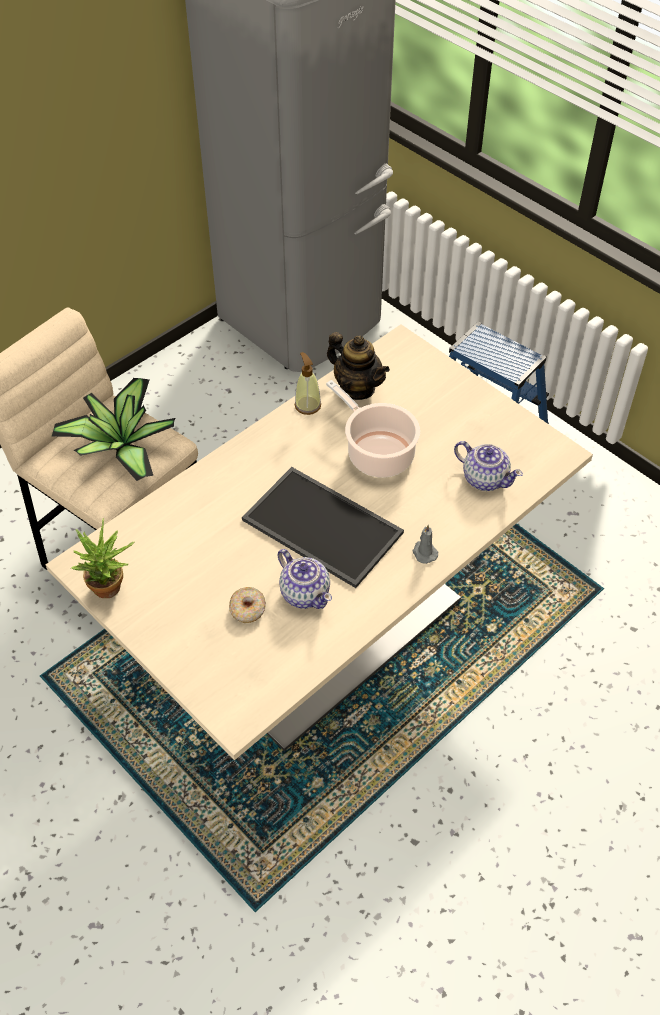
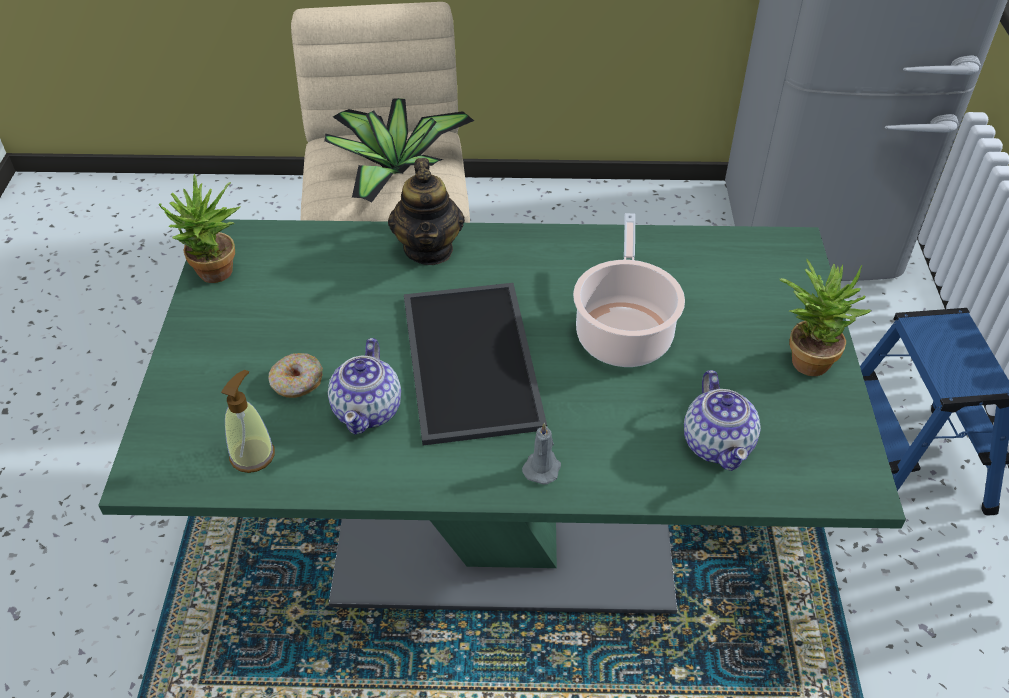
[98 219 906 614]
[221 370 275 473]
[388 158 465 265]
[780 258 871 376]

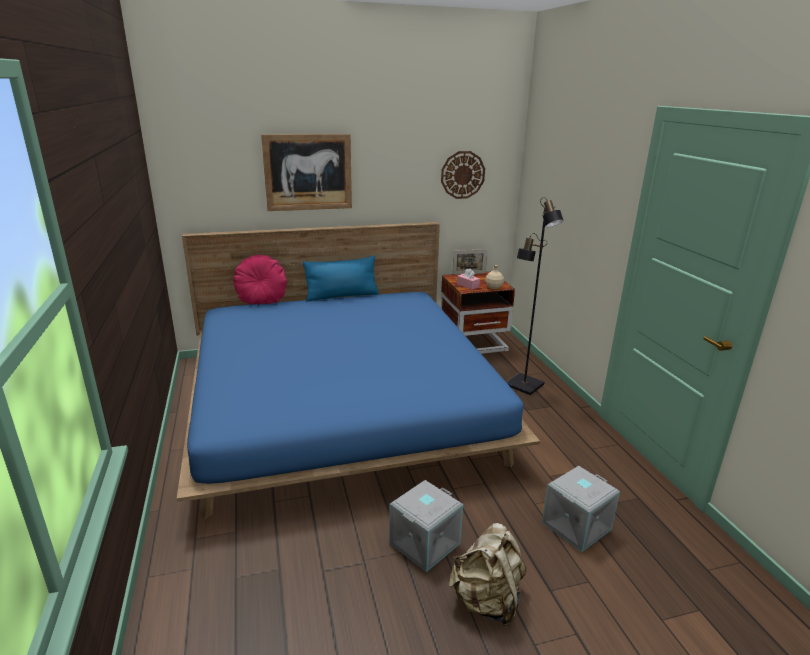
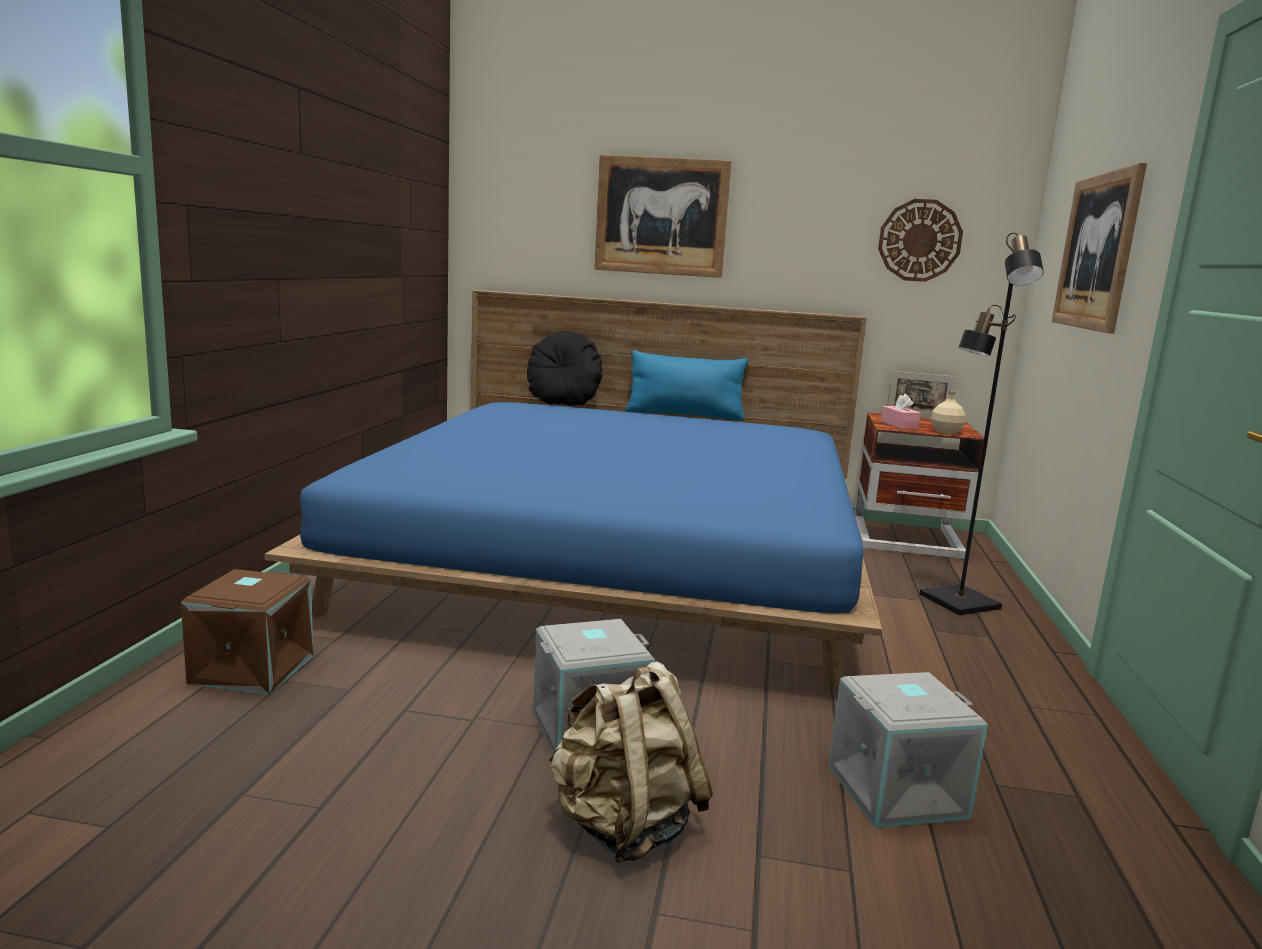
[527 331 602 406]
[181 569 314 695]
[1052 163 1147 334]

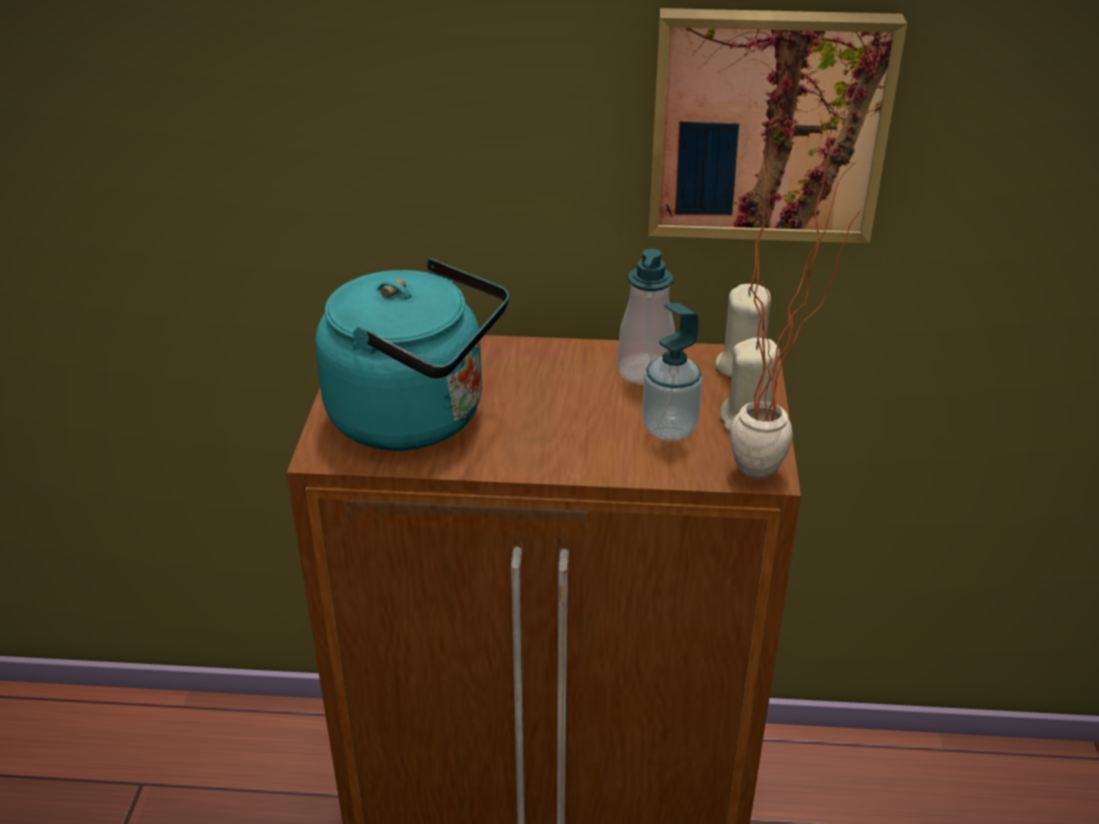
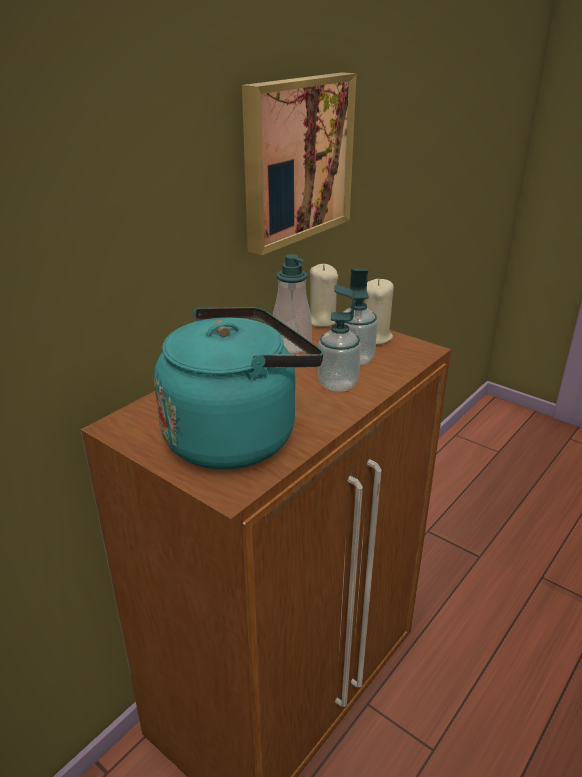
[730 114 860 480] (first image)
[318 285 361 392]

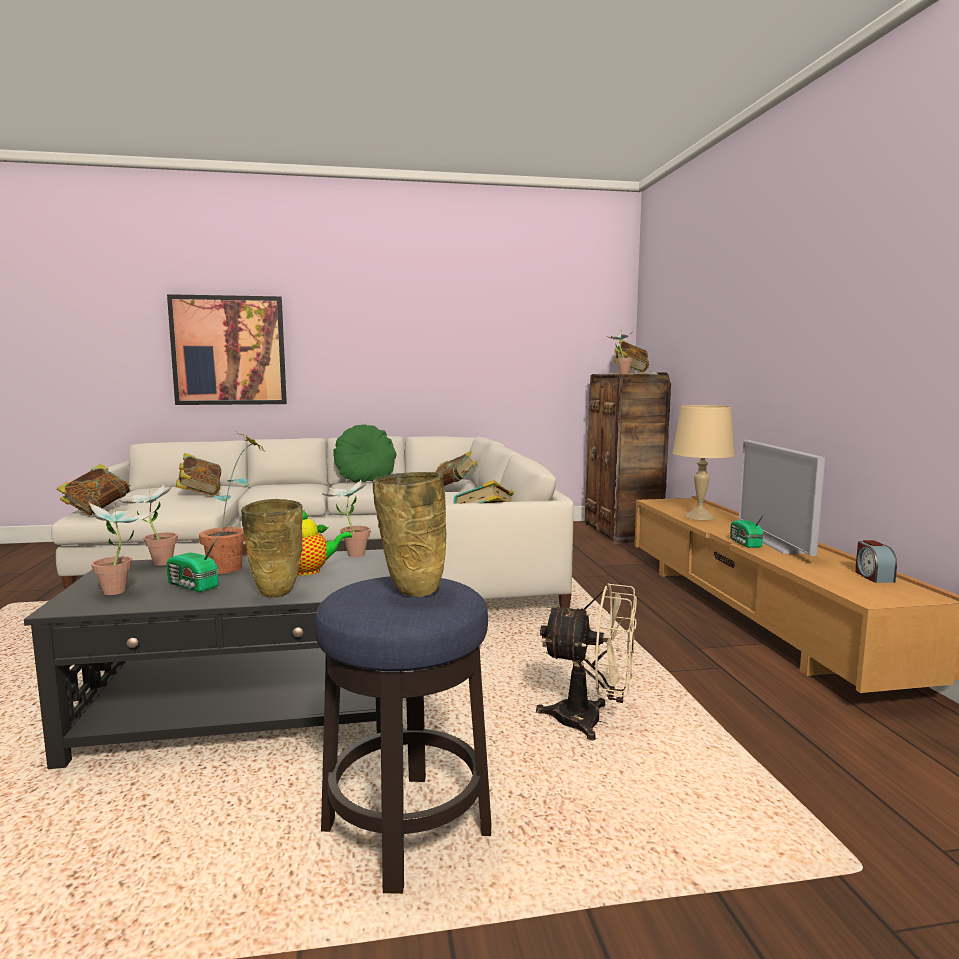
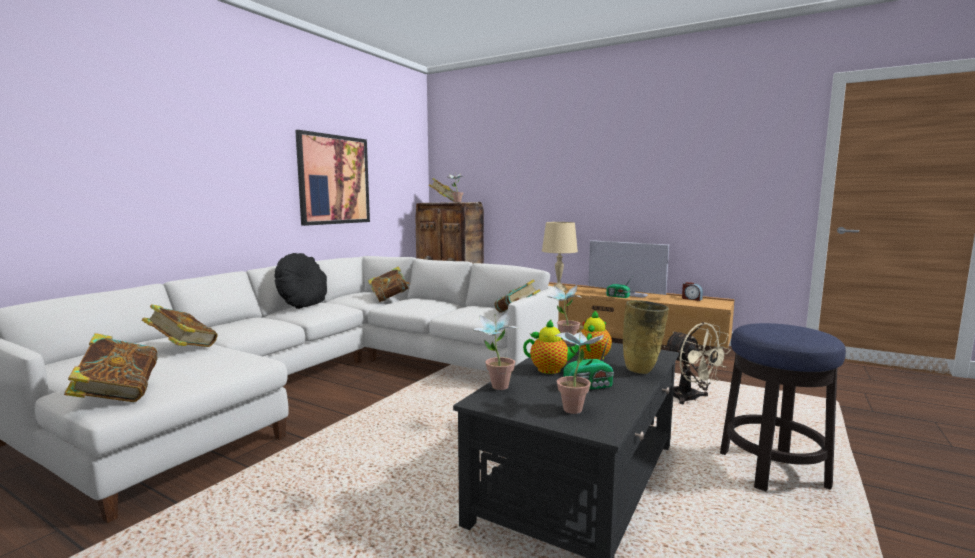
[295 130 370 226]
[523 319 589 374]
[274 253 327 309]
[372 472 446 597] (first image)
[664 322 731 404]

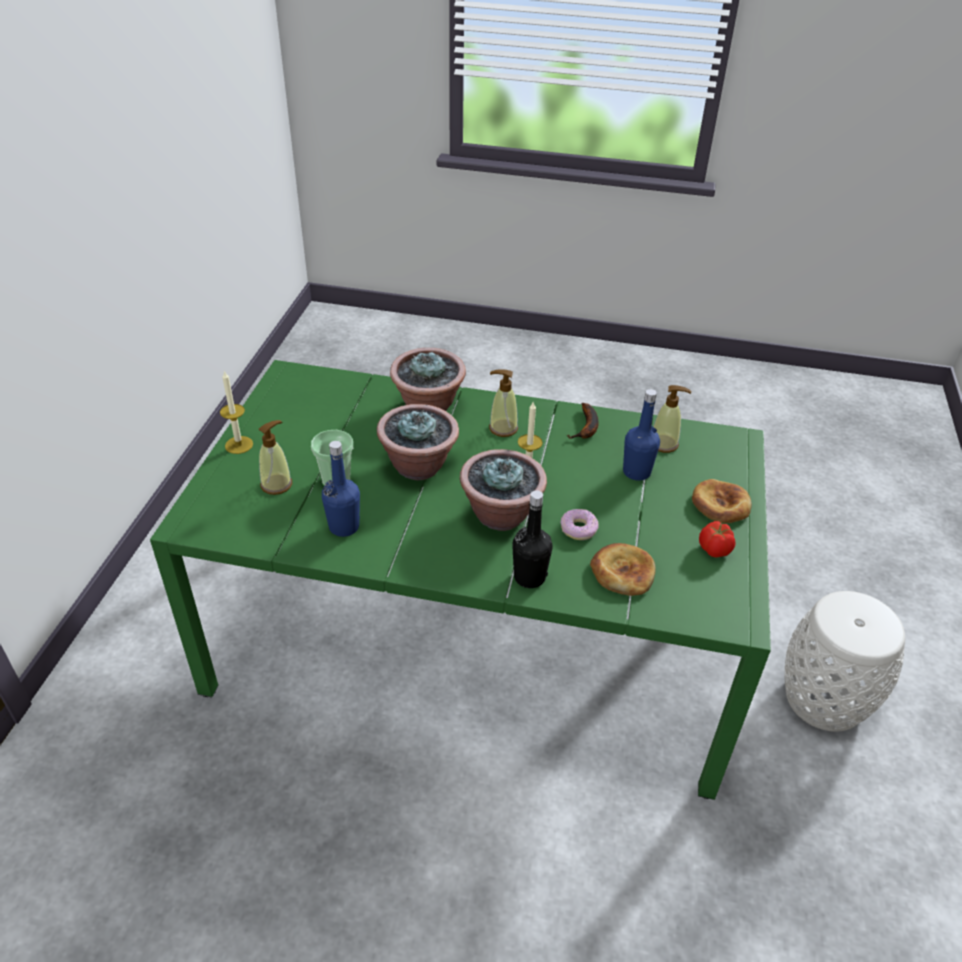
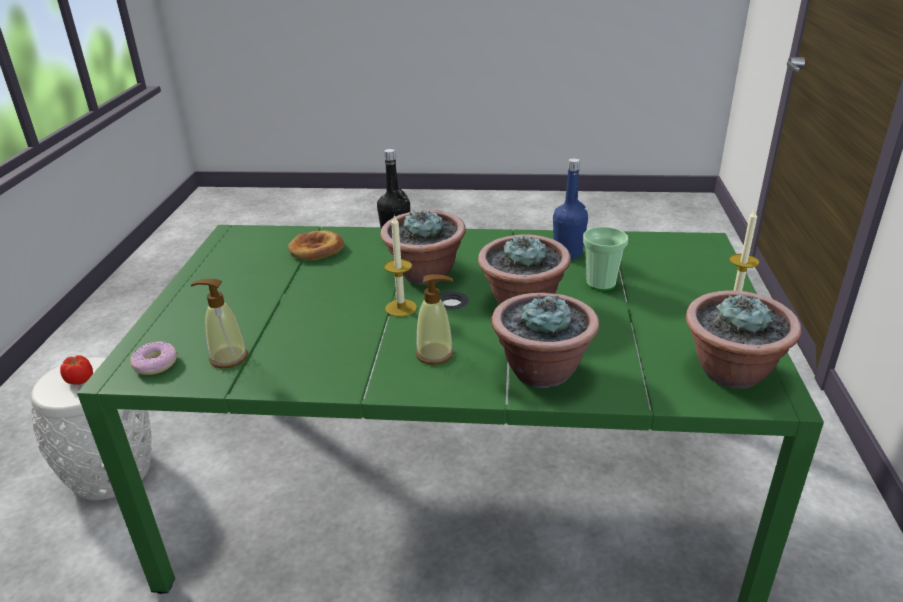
[259 420 292 495] (first image)
[130 341 177 375]
[567 403 599 439] (first image)
[623 389 660 481] (first image)
[692 479 752 523] (first image)
[60 355 93 385]
[686 290 801 389]

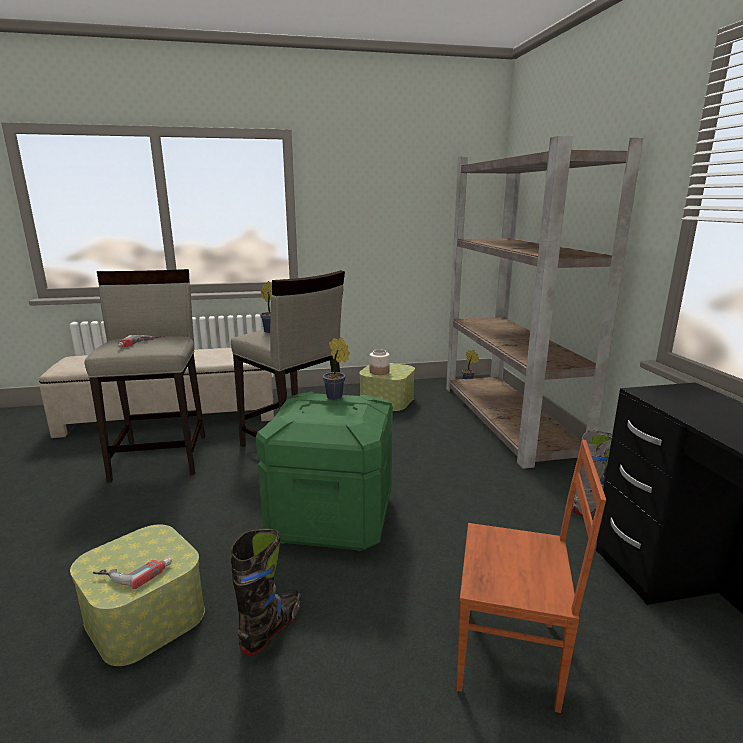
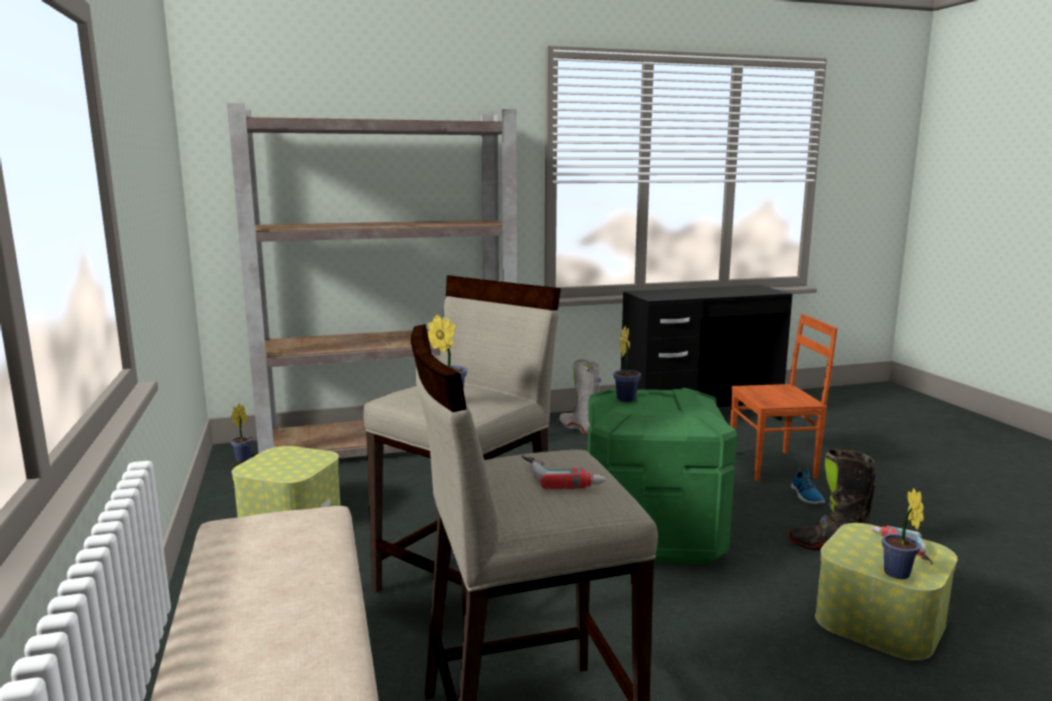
[370 349 390 375] (first image)
[730 314 838 481]
[791 467 825 504]
[882 488 924 579]

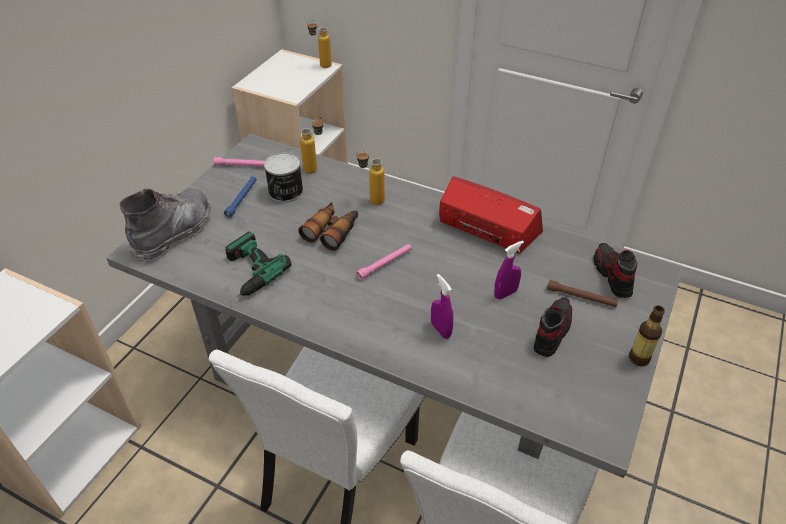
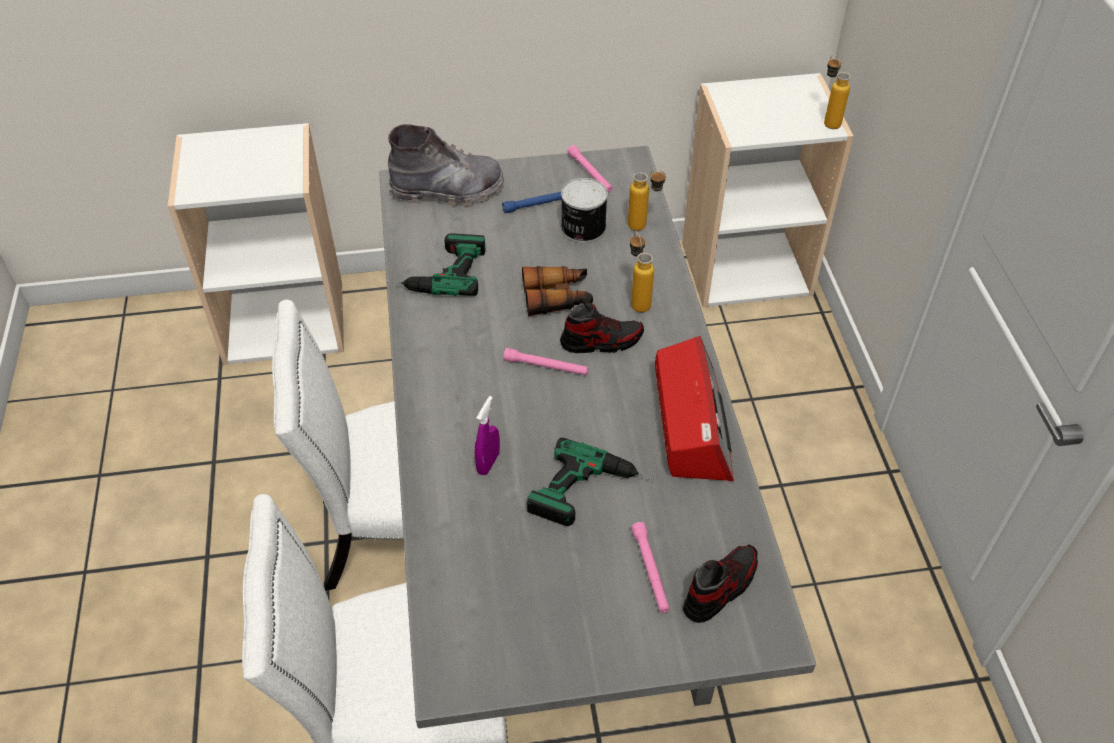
[527 438 656 526]
[560 302 644 353]
[631 522 670 613]
[629 306 665 366] (first image)

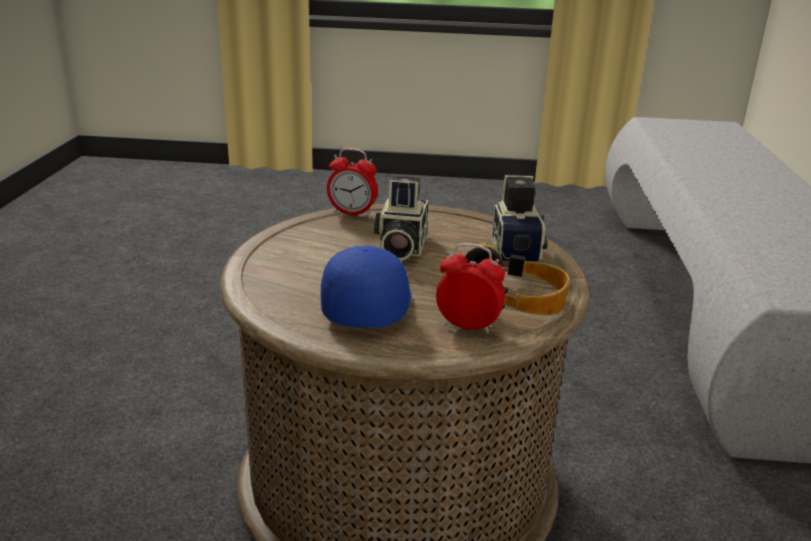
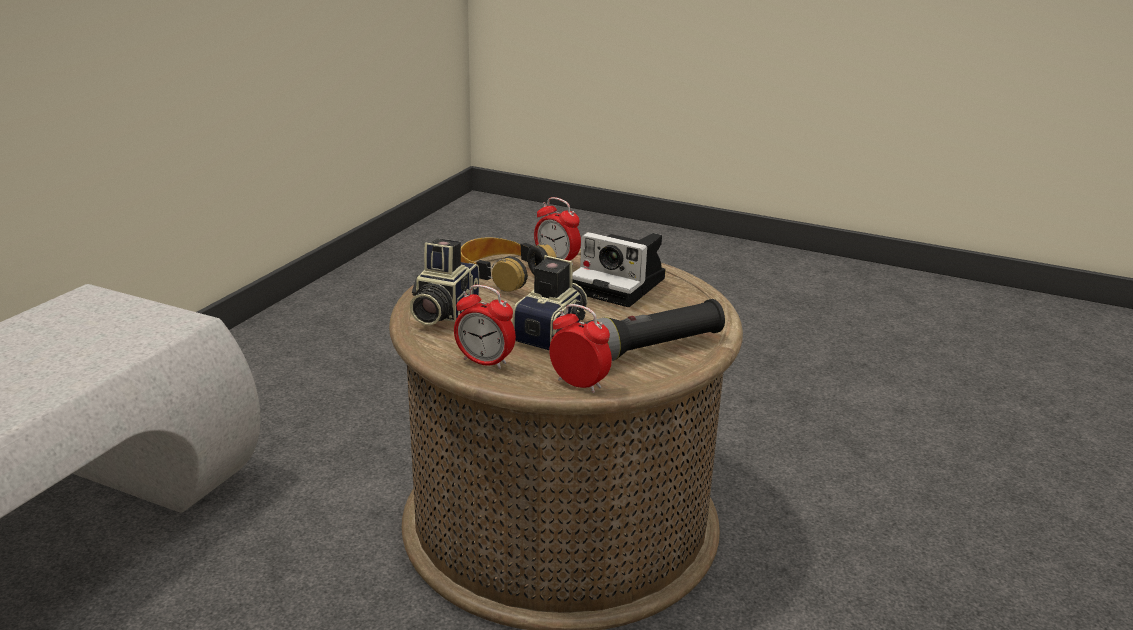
[572 232 665 307]
[454 285 516 369]
[585 299 725 361]

